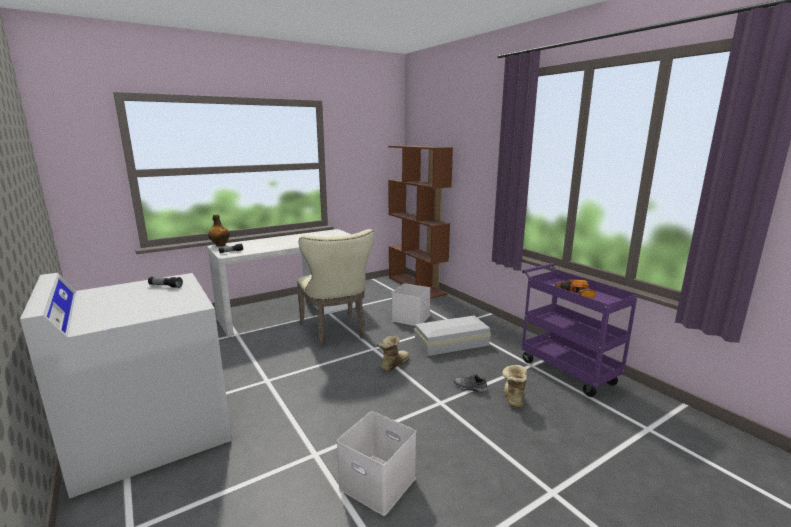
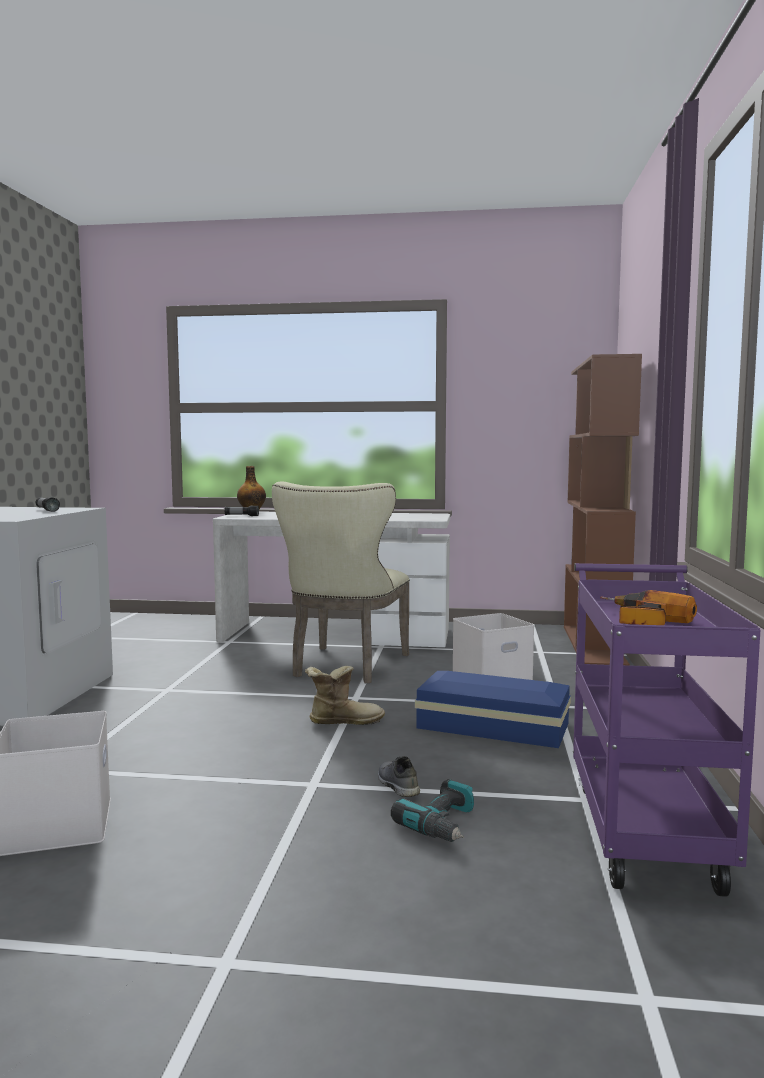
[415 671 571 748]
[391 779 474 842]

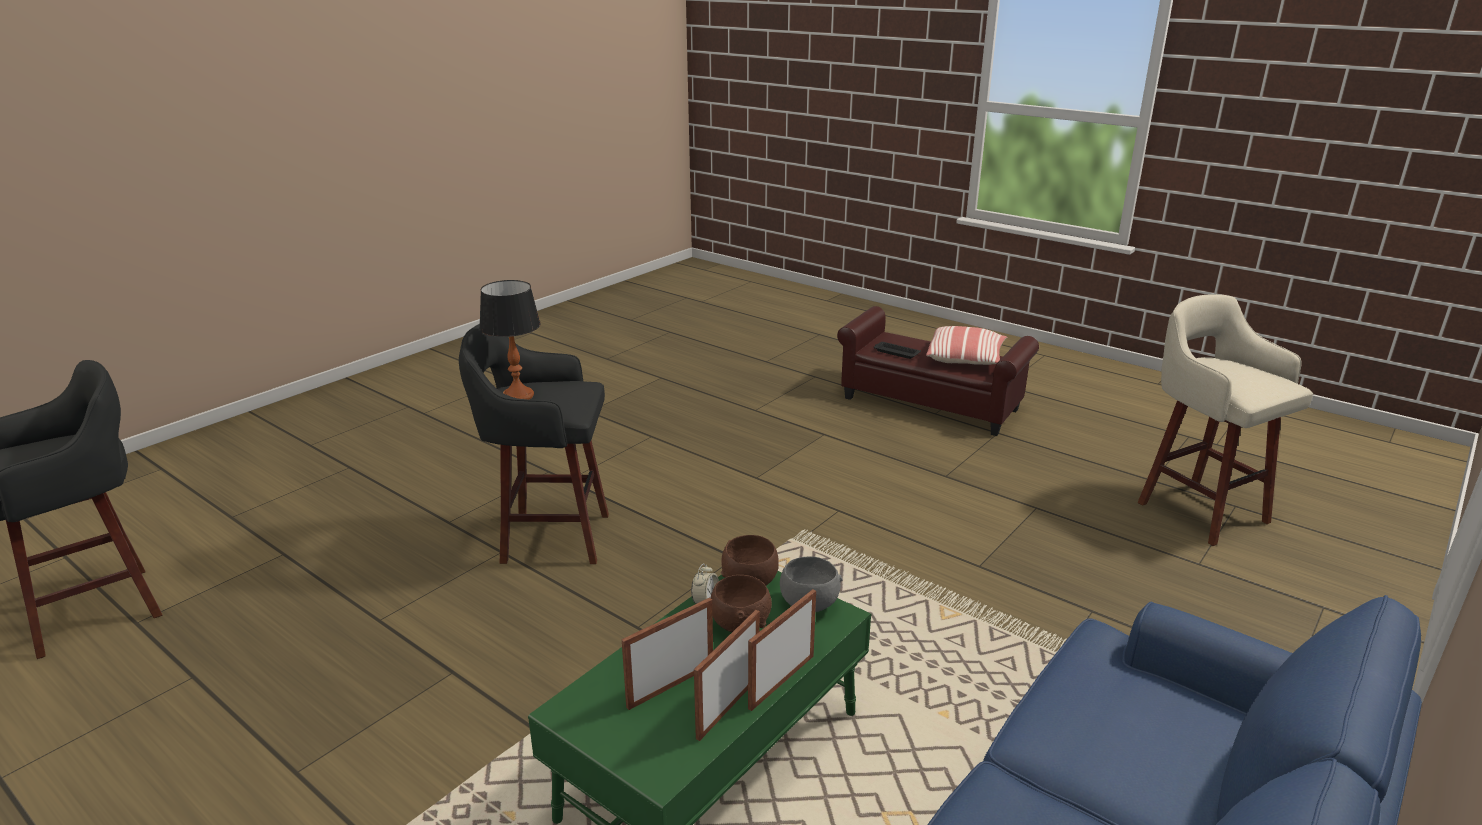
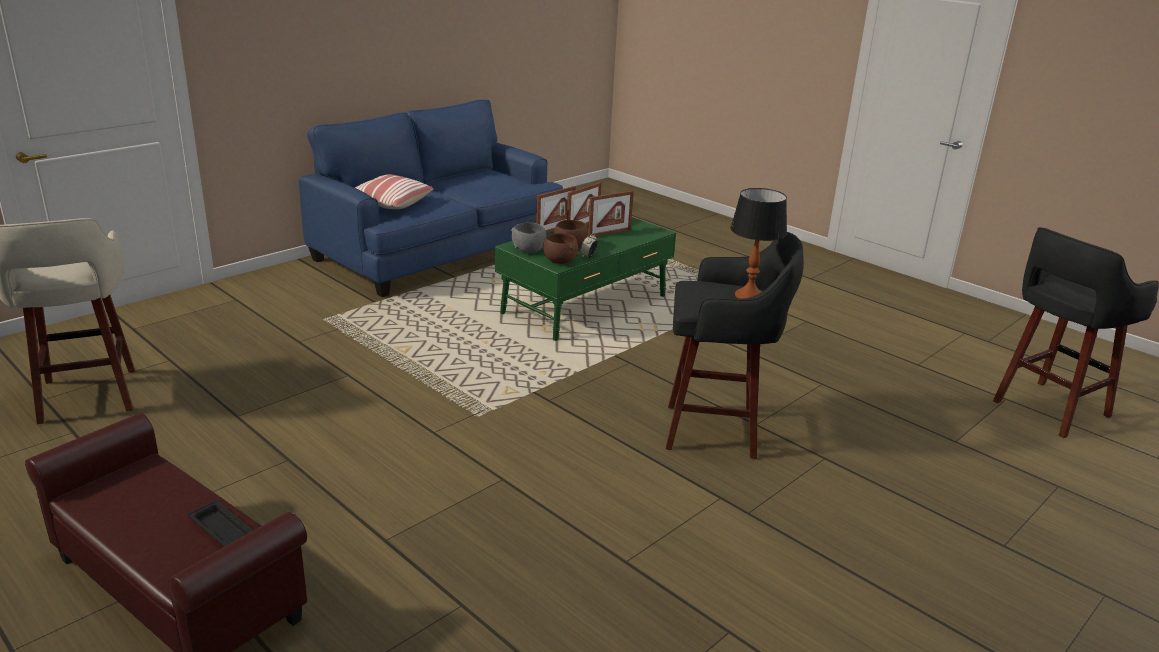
[355 174 433 209]

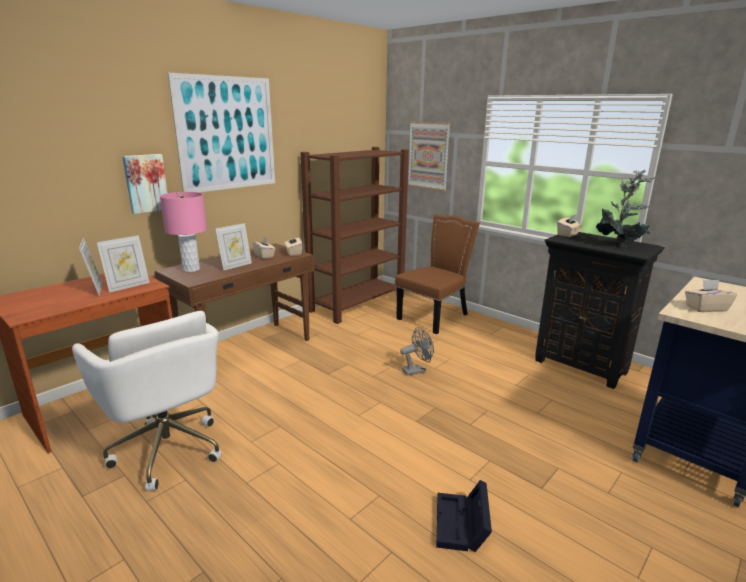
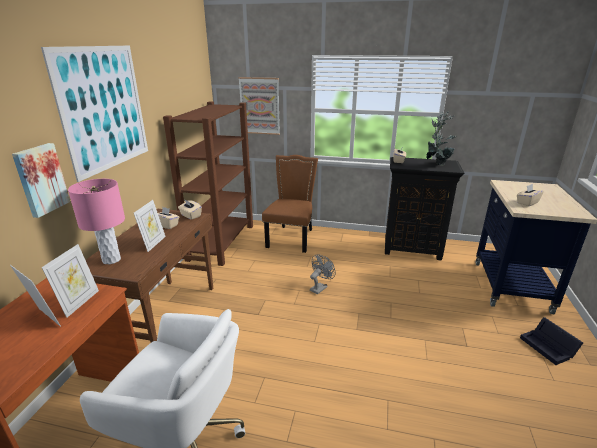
[520 317 583 365]

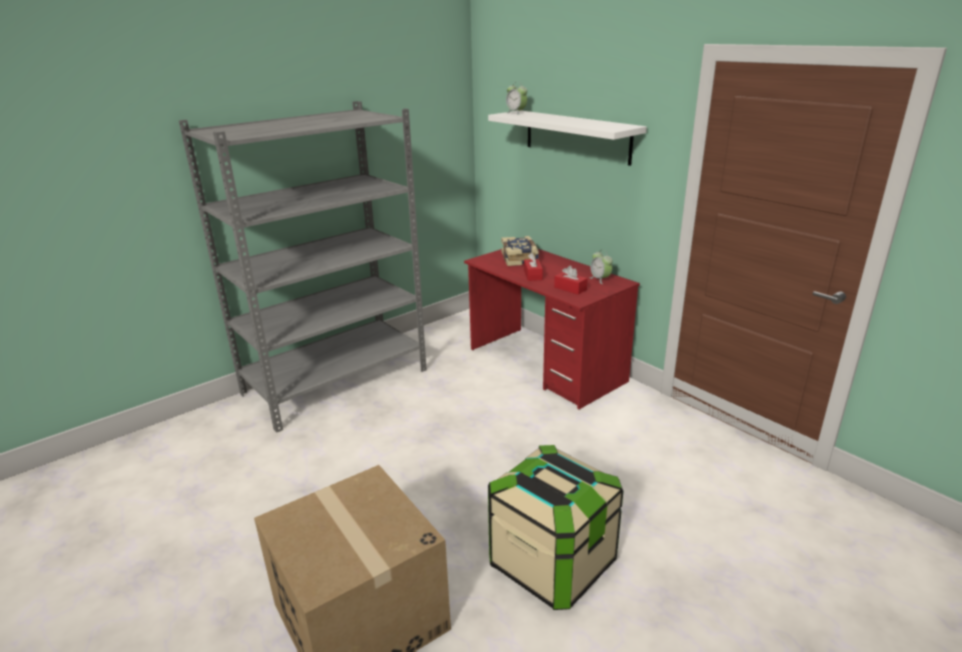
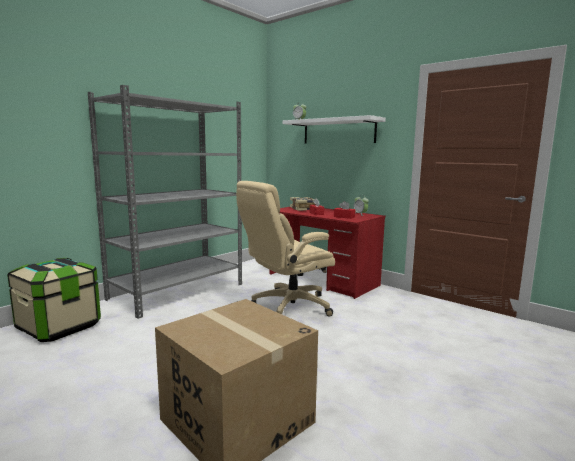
[7 258 101 342]
[236 181 335 317]

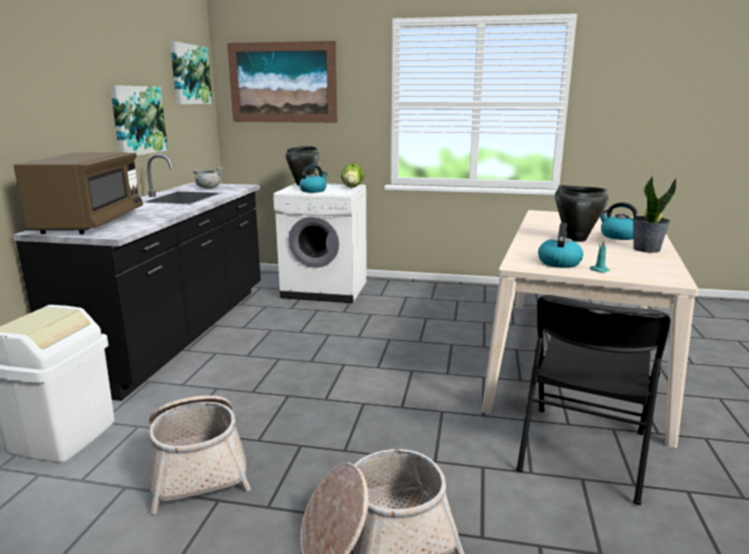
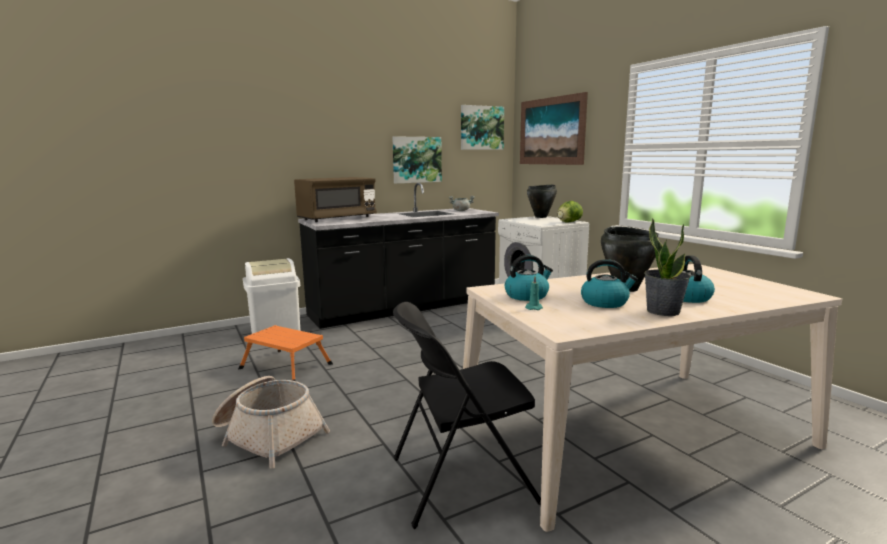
[238 325 333 381]
[581 259 638 308]

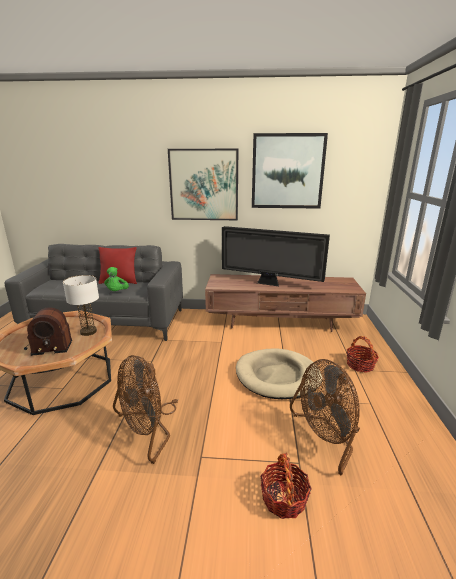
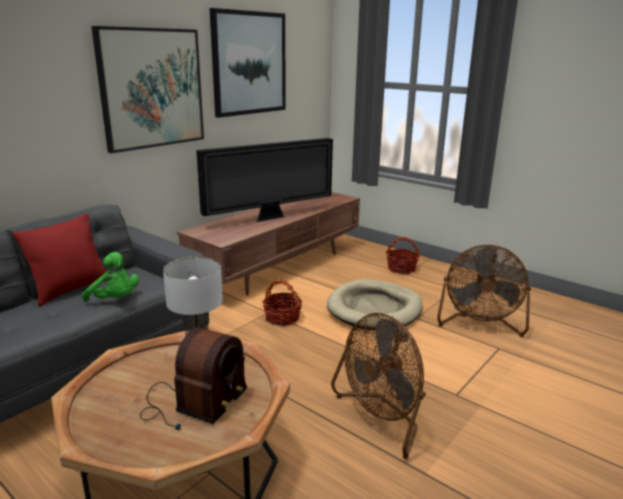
[331 313 426 459]
[263 280 303 326]

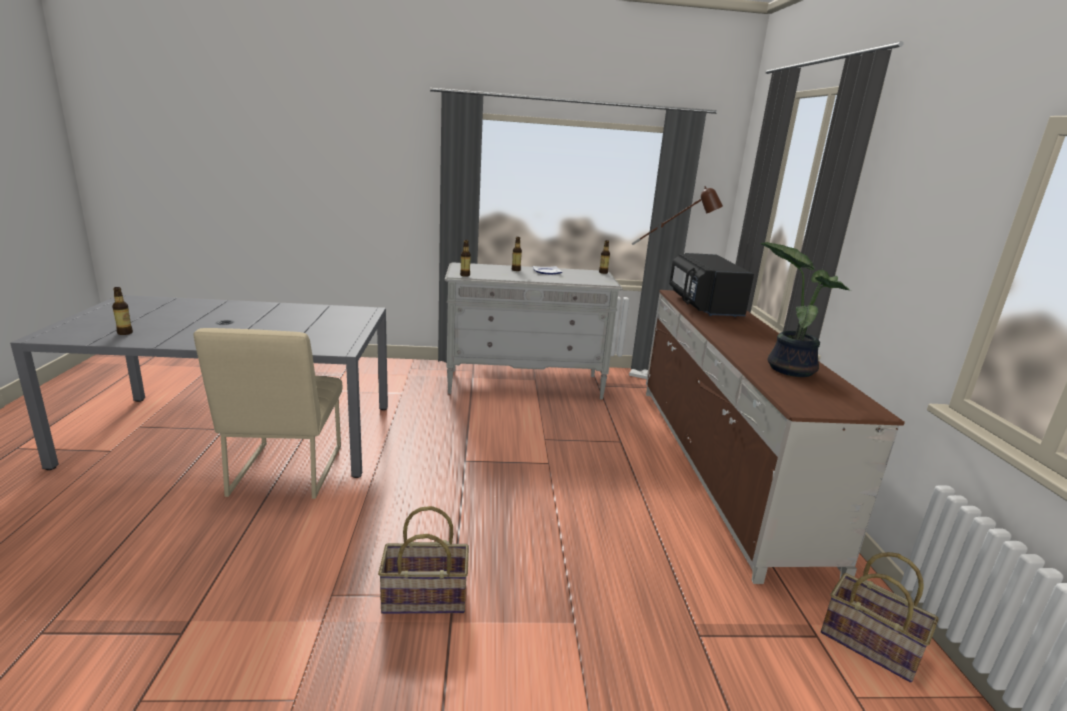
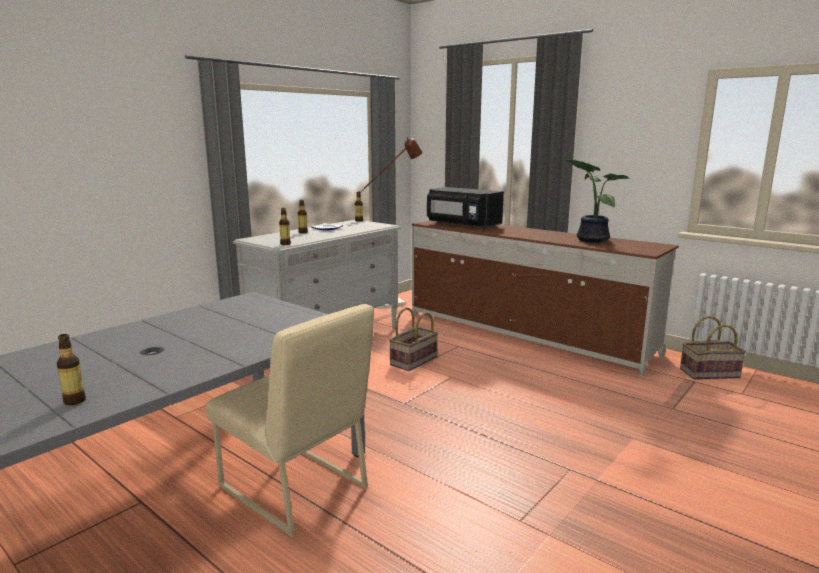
[389 307 438 371]

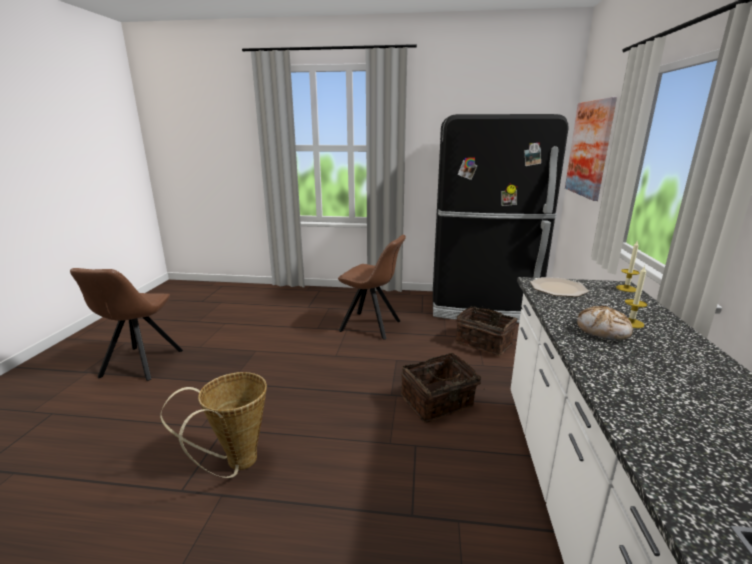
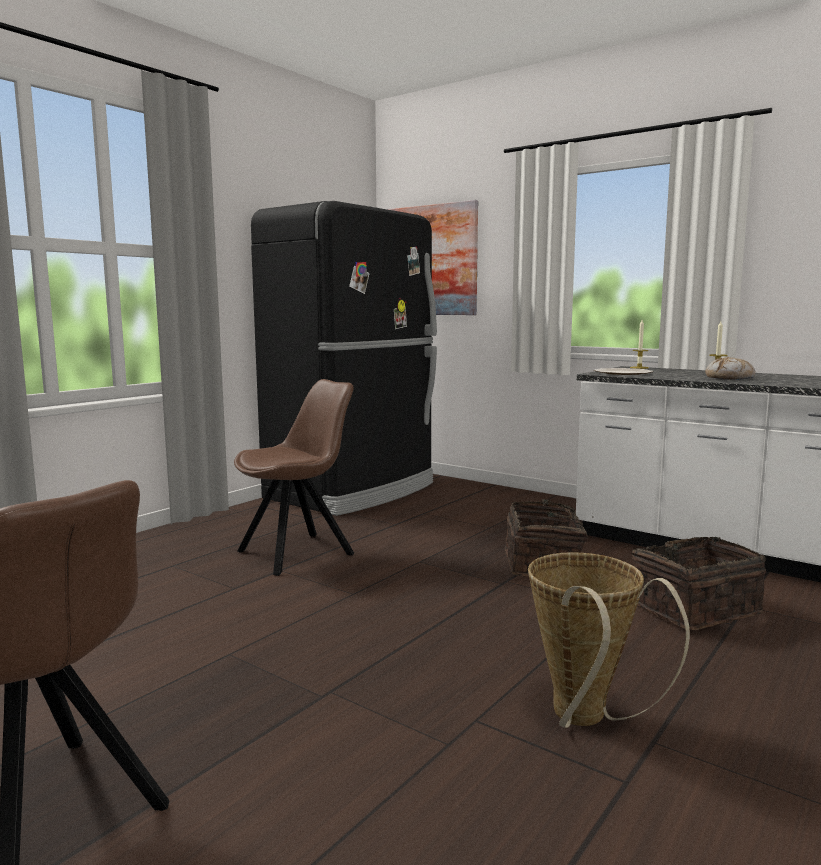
[625 537 766 630]

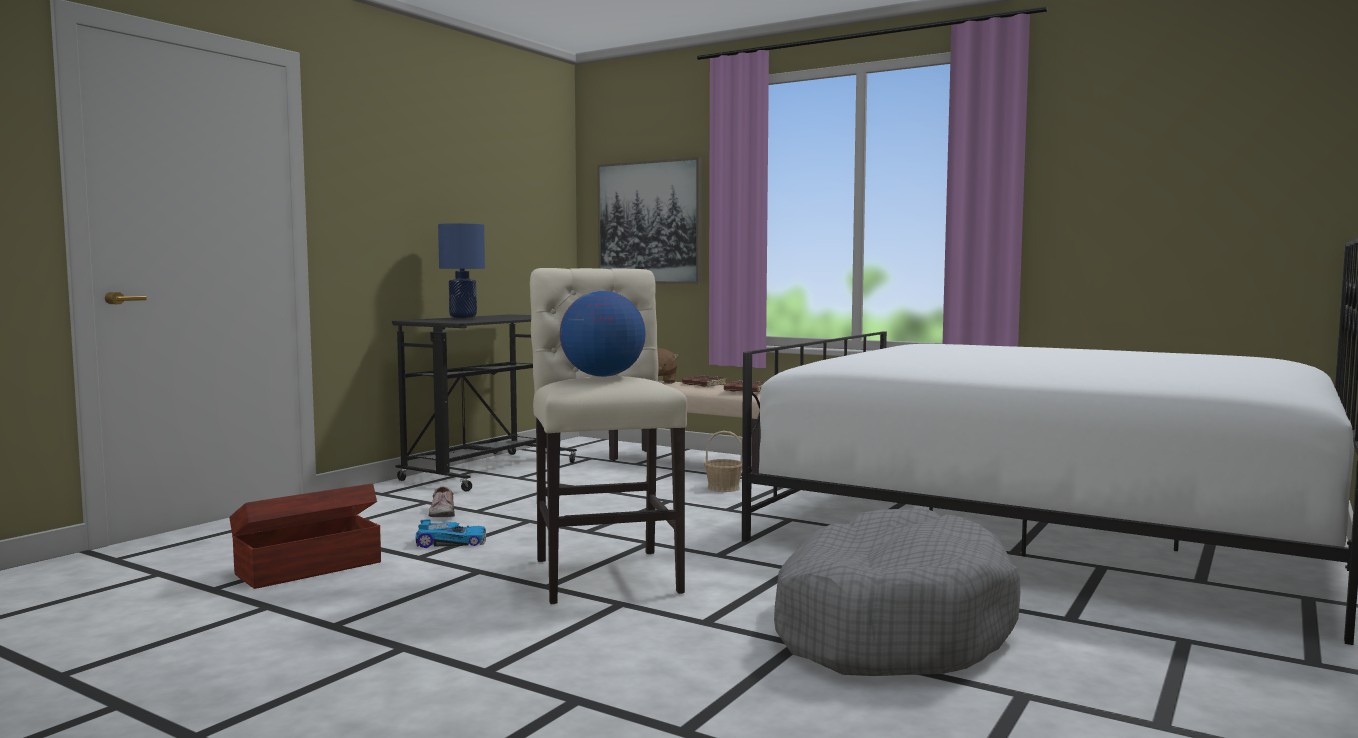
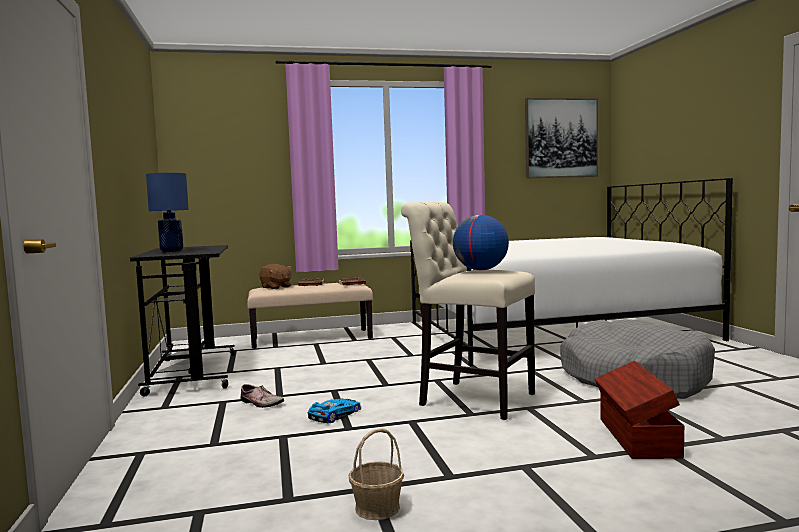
[595 361 684 459]
[525 98 598 179]
[348 428 404 520]

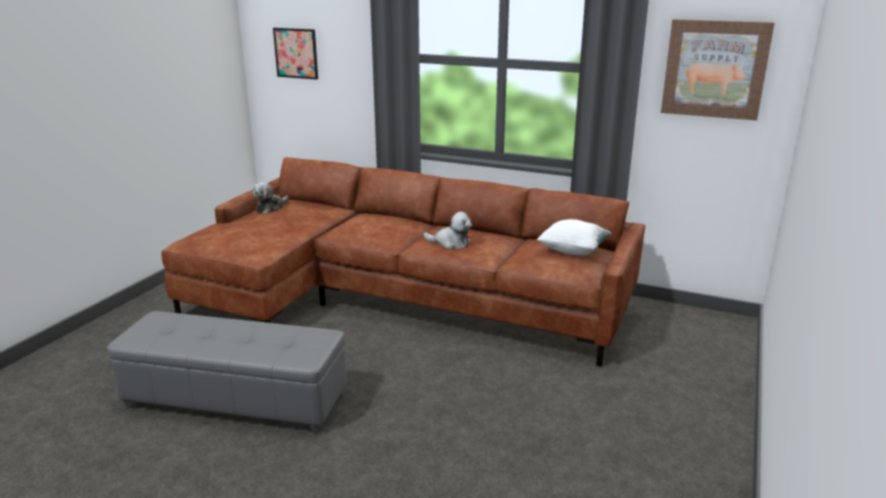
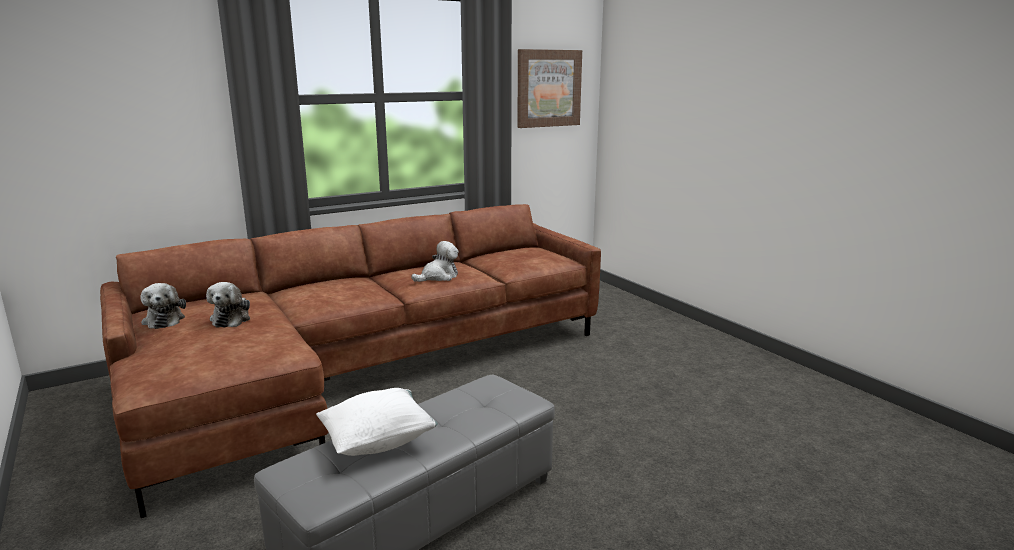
[273 28 318 80] (first image)
[316 388 438 456]
[206 282 250 327]

